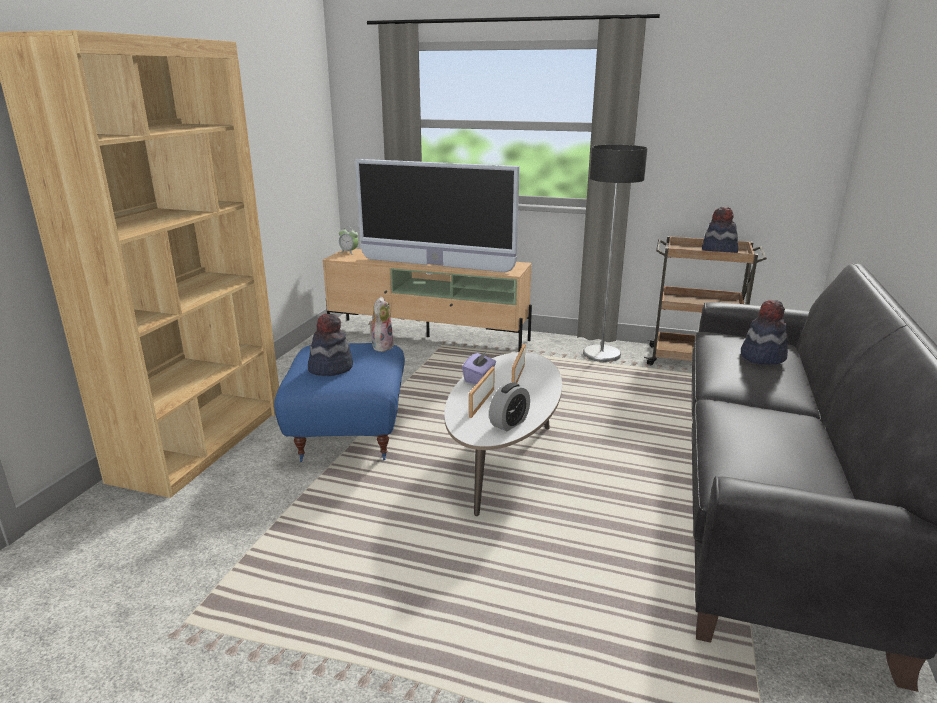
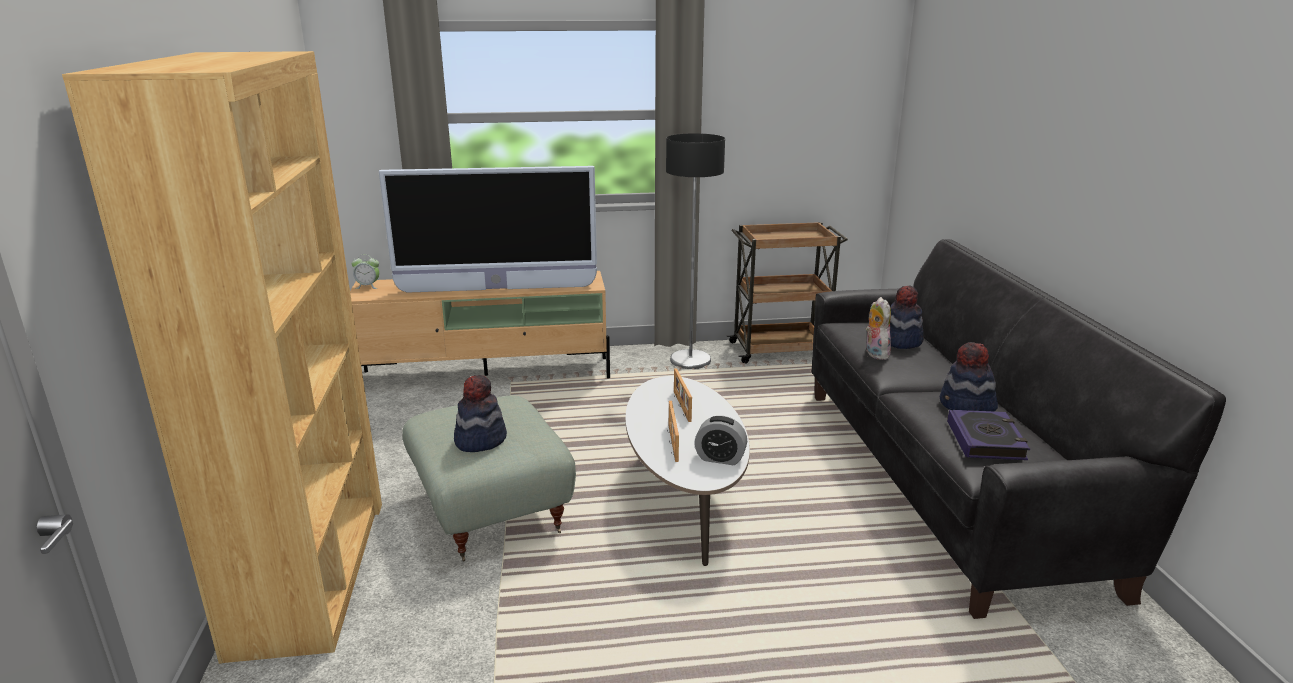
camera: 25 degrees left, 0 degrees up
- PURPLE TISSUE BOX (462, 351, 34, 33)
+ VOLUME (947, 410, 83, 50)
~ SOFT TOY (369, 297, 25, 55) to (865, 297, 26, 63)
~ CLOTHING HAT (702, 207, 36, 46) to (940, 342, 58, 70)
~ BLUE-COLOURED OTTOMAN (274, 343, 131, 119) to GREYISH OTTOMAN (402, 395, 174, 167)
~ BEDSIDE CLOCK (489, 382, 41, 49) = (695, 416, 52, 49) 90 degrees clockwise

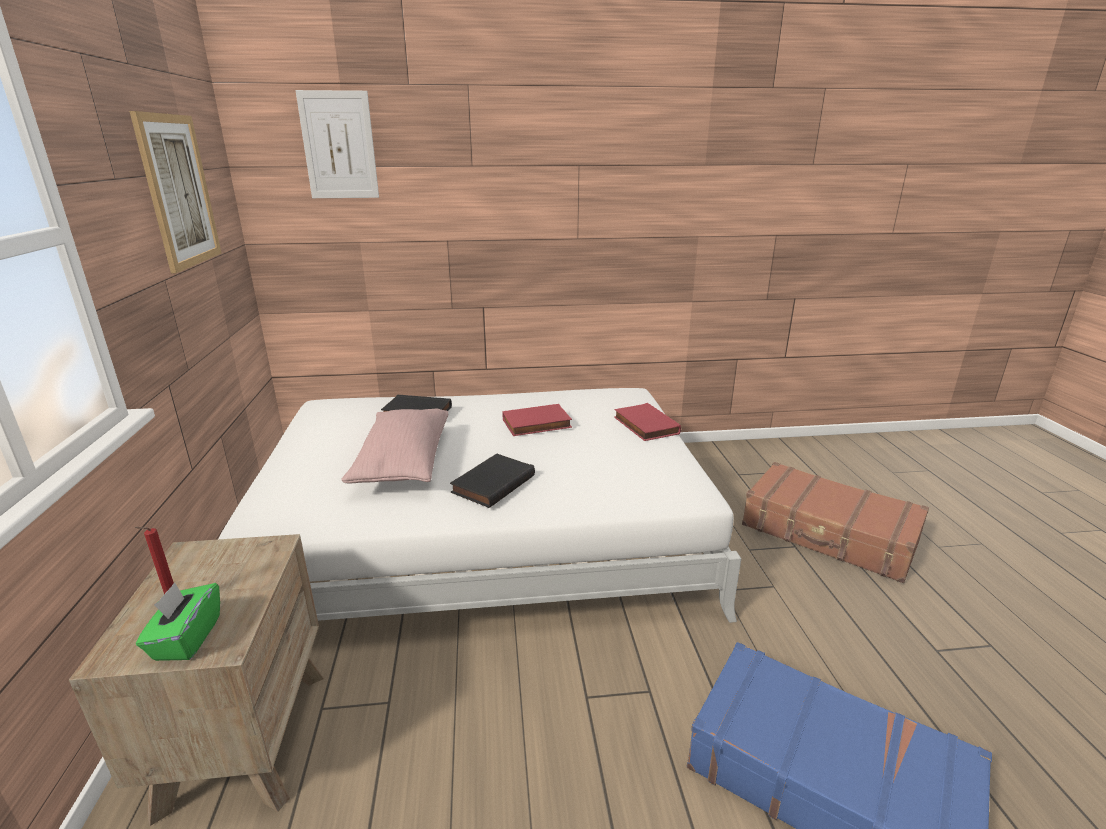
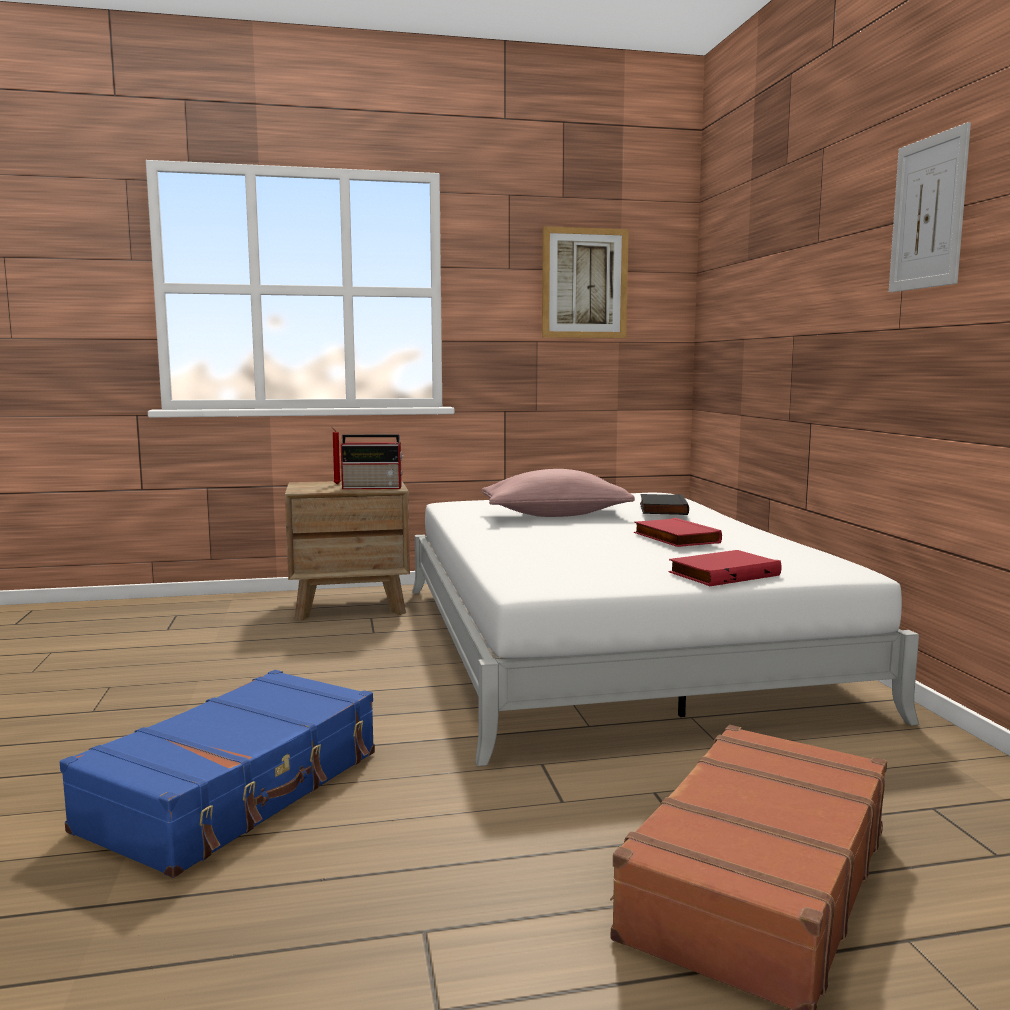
camera: 85 degrees right, 15 degrees down
- GREEN-COLOURED TISSUE BOX (136, 582, 84, 79)
- BLACK-COLOURED VOLUME (450, 454, 85, 54)
+ RADIO RECEIVER (341, 434, 63, 55)
~ PICTURE (295, 90, 84, 108) to (889, 122, 82, 170)

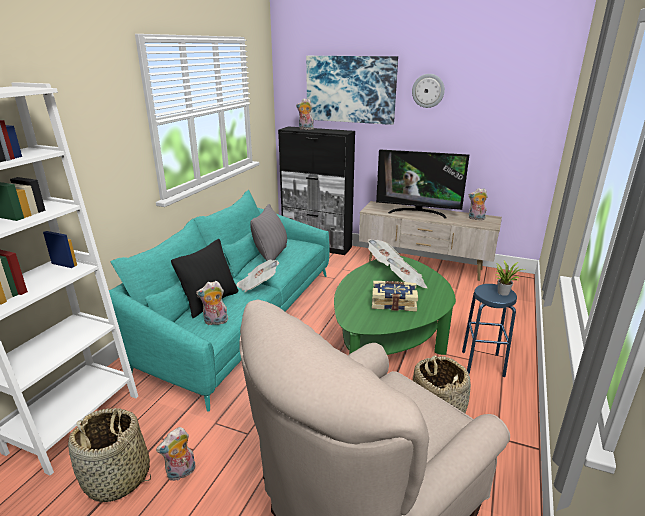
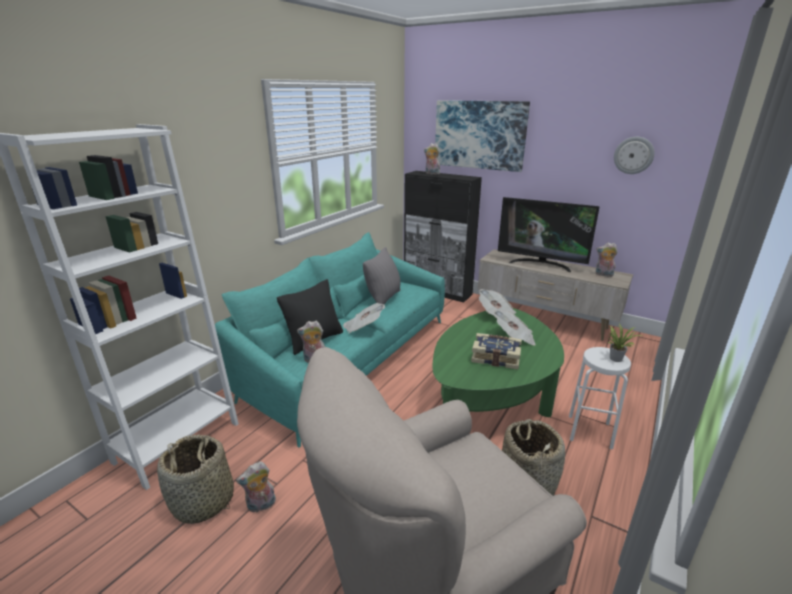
camera: 10 degrees right, 0 degrees up
~ HANGING CLOCK (412, 74, 33, 34) to (614, 137, 41, 37)
~ BLUE-COLOURED STOOL SEAT (462, 284, 55, 93) to WHITE STOOL SEAT (569, 347, 62, 103)

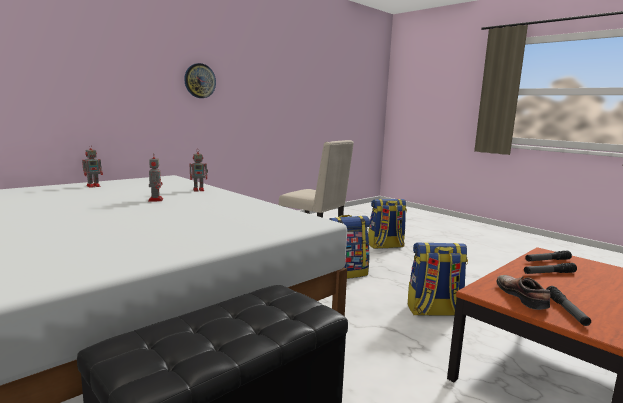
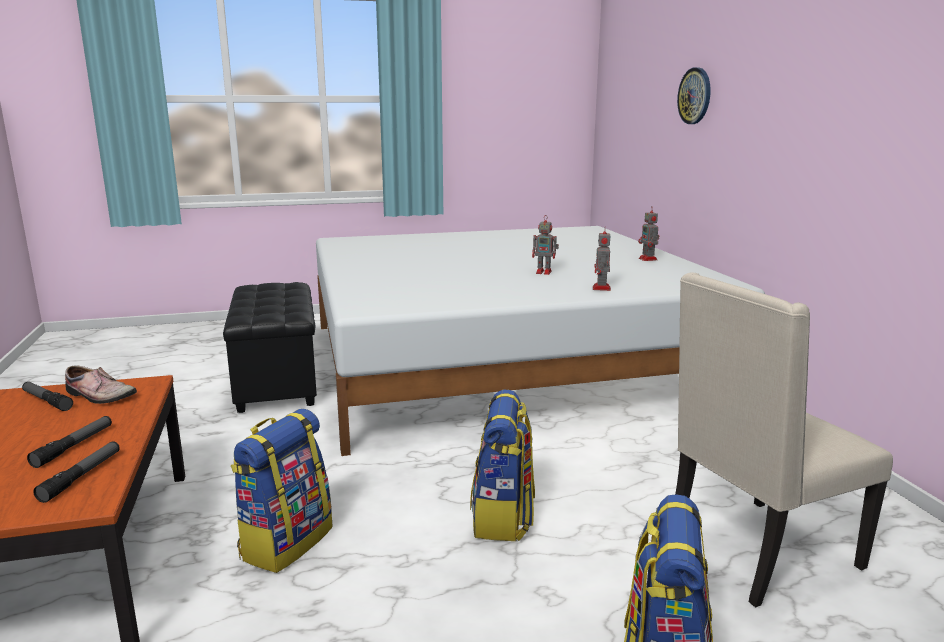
camera: 120 degrees right, 5 degrees up
~ HANGING CLOCK (184, 63, 32, 35) to (677, 67, 34, 57)

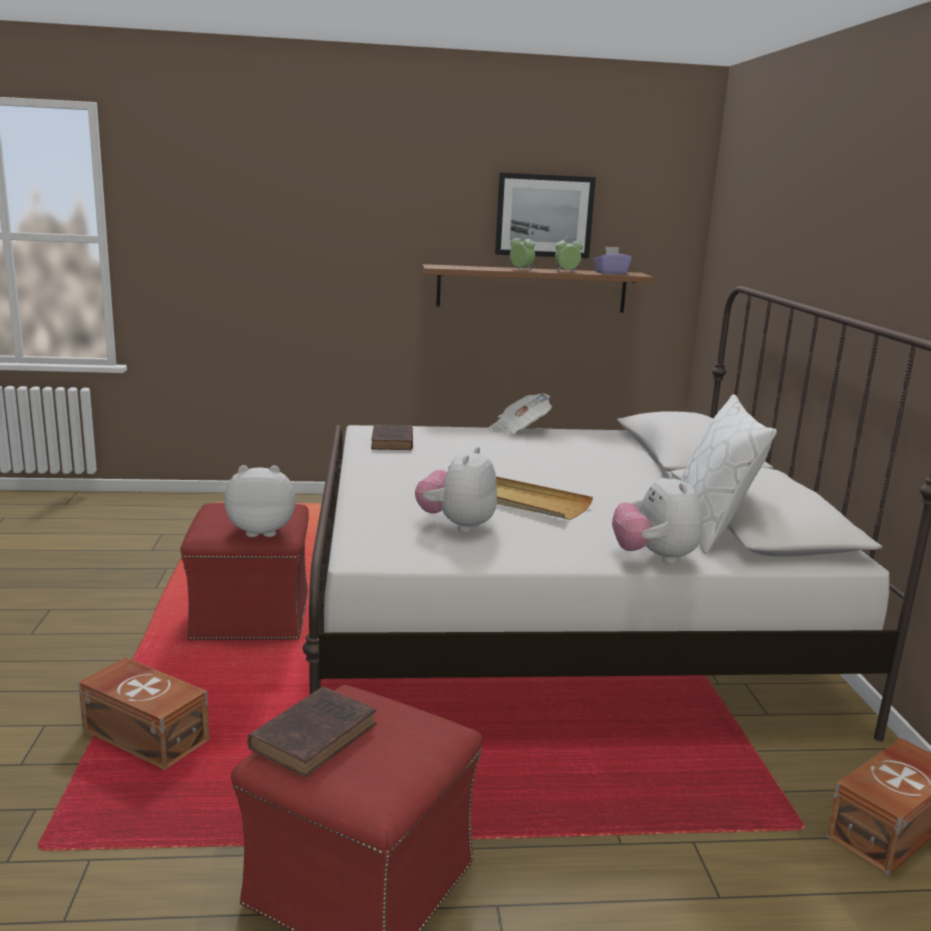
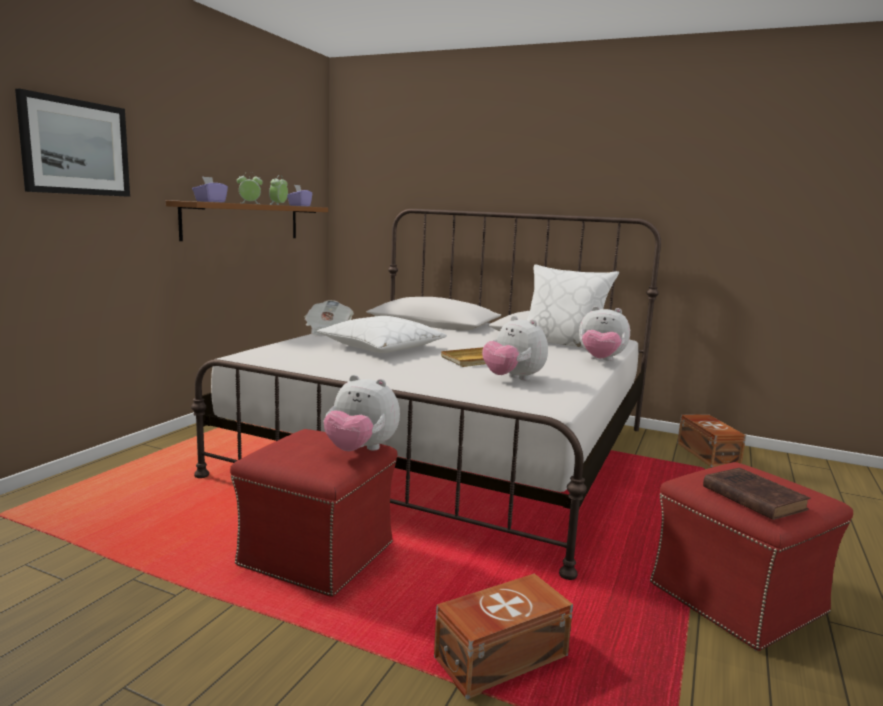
camera: 60 degrees left, 5 degrees down
- BROWN VOLUME (371, 424, 42, 26)
+ PURPLE TISSUE BOX (192, 176, 36, 26)
+ WHITE THROW PILLOW (317, 316, 130, 37)
~ PICTURE (495, 173, 101, 85) to (15, 88, 115, 109)
~ SOFT TOY (224, 465, 72, 72) = (324, 375, 76, 76) 90 degrees counterclockwise

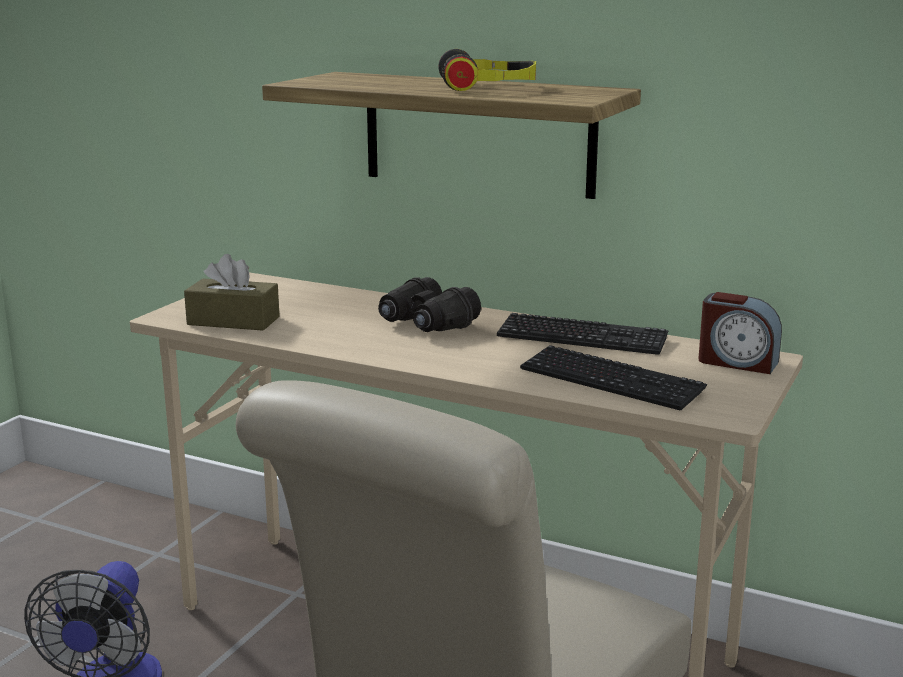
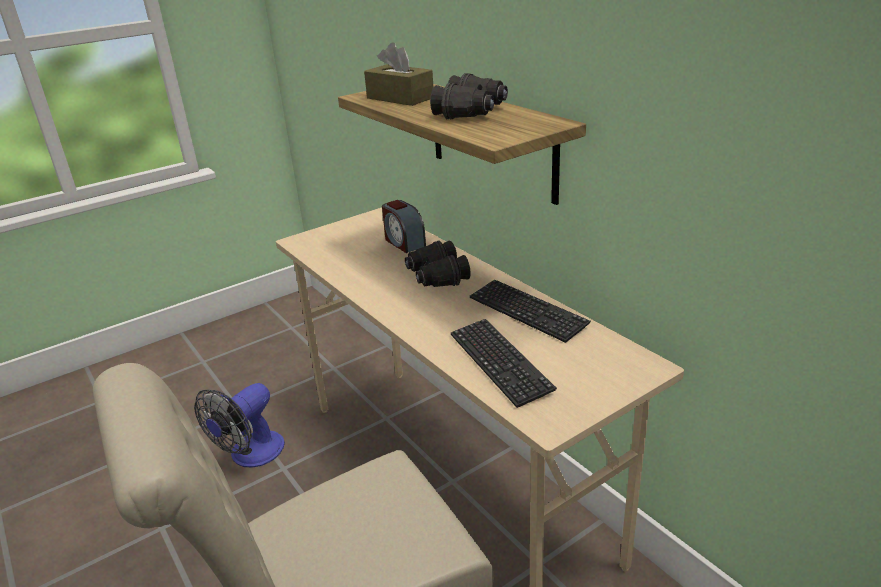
camera: 30 degrees right, 10 degrees up
~ BROWN TISSUE BOX (184, 254, 96, 77) to (364, 42, 69, 64)
~ BEDSIDE CLOCK (698, 292, 84, 82) to (382, 200, 44, 53)
~ HEADSET (438, 49, 98, 42) to BLACK-COLOURED BINOCULARS (430, 73, 78, 46)

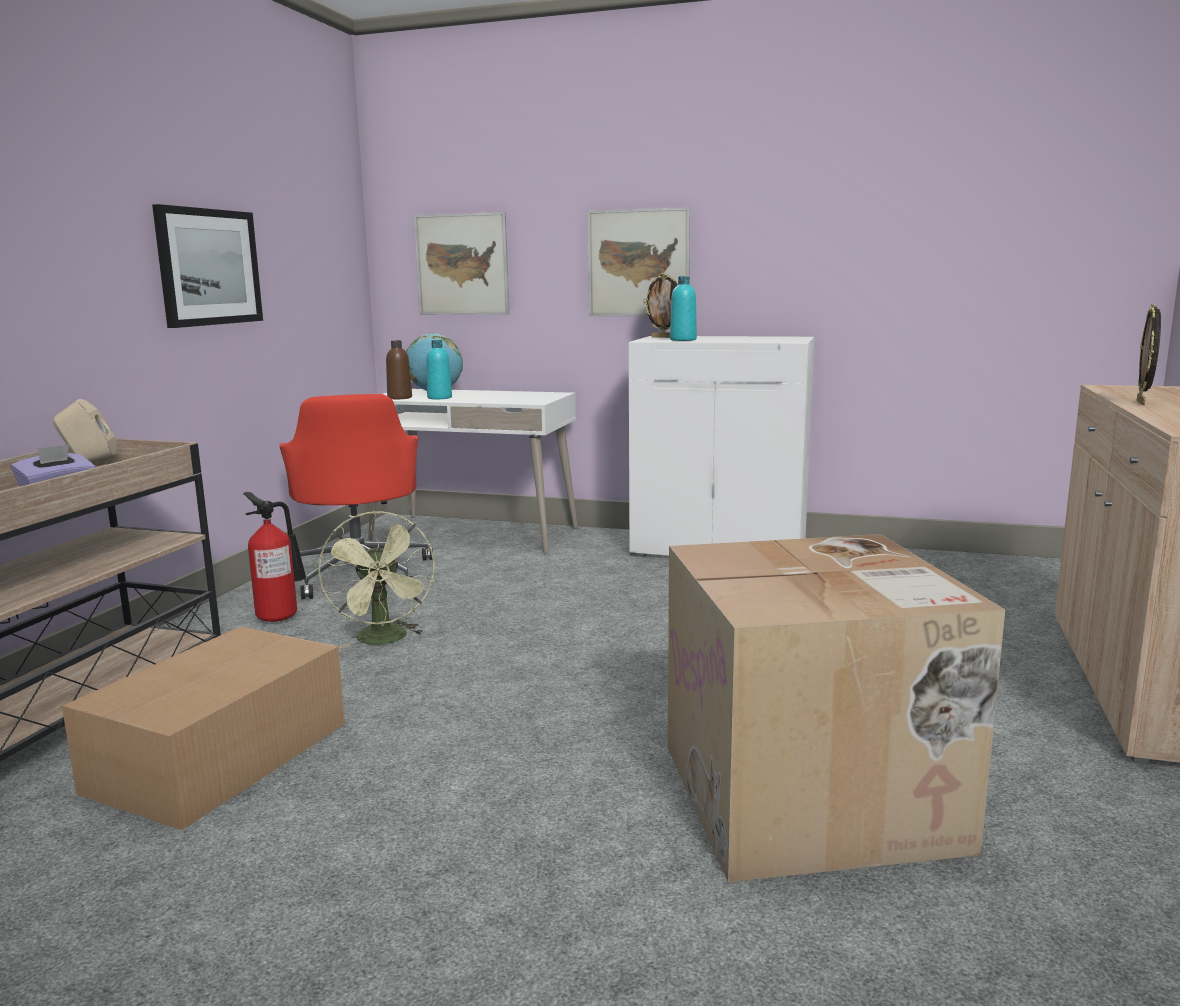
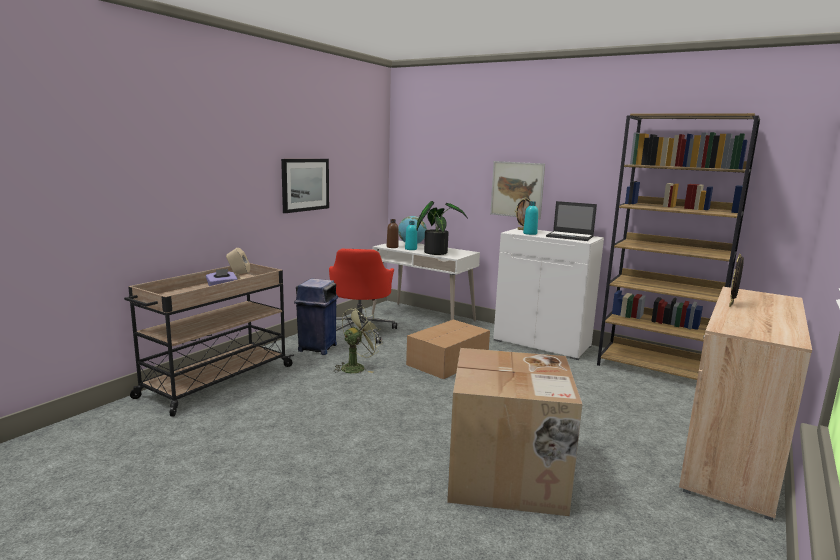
camera: 15 degrees right, 0 degrees up
- PICTURE (414, 212, 96, 103)
+ HOUSEPLANT (417, 201, 51, 54)
+ PORTABLE COMPUTER (546, 201, 51, 40)
+ BROWN BOOKCASE (597, 113, 163, 267)
~ CARTON (62, 626, 283, 204) to (406, 320, 84, 59)
~ EXTINGUISHER (243, 492, 64, 130) to BLUE-COLOURED WASTE BIN (294, 278, 44, 77)
~ GREEN-COLOURED COOLING FAN (318, 511, 117, 137) = (334, 307, 49, 66) 135 degrees counterclockwise

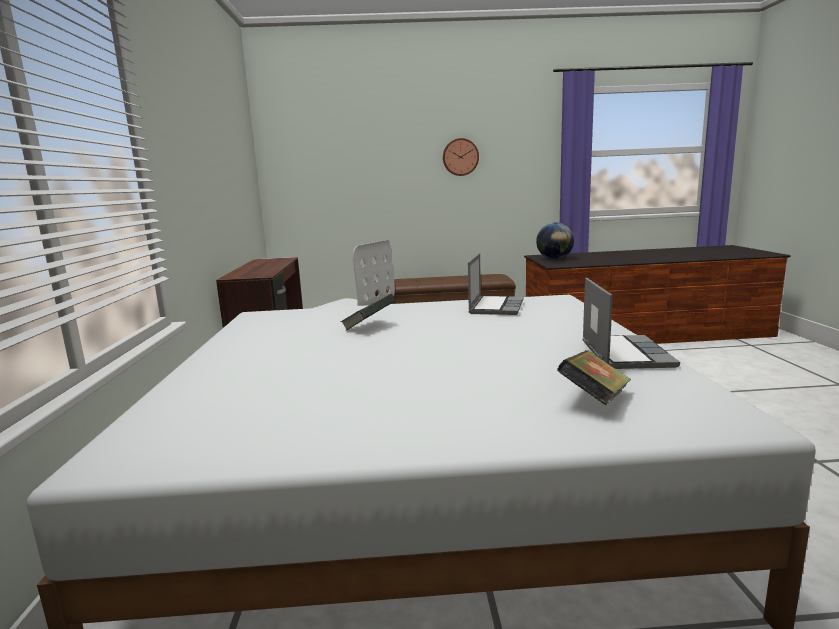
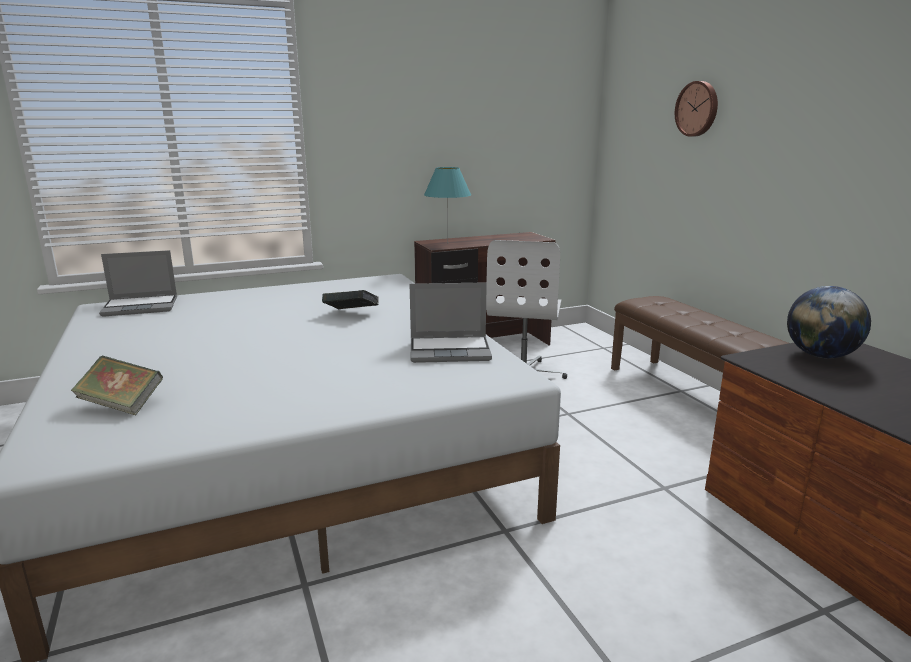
camera: 70 degrees right, 5 degrees up
+ TURQUOISE TABLETOP LAMP (424, 167, 47, 70)
~ HANGING CLOCK (443, 138, 36, 38) to (675, 81, 43, 56)
~ PORTABLE COMPUTER (582, 278, 98, 91) to (99, 250, 78, 67)

